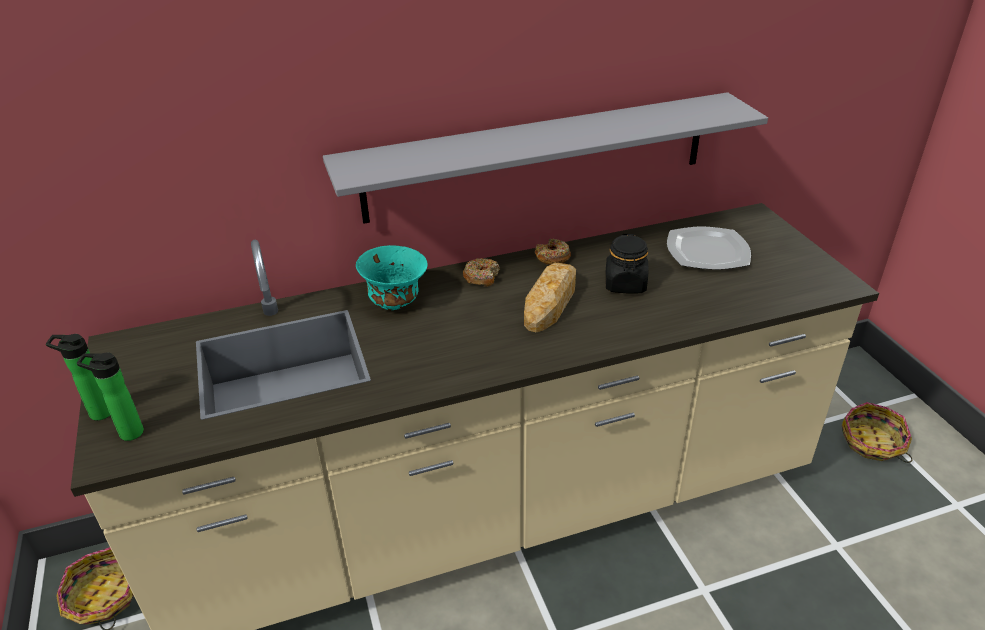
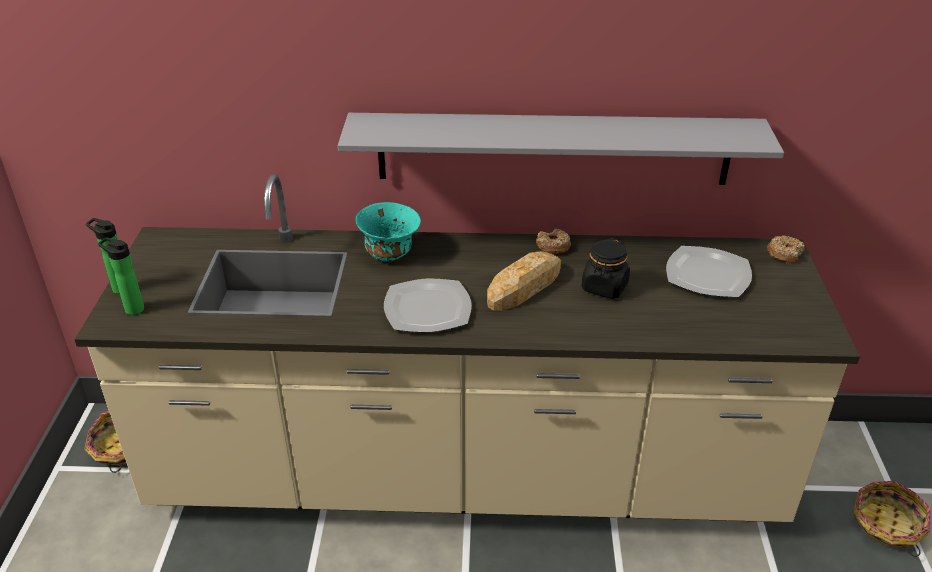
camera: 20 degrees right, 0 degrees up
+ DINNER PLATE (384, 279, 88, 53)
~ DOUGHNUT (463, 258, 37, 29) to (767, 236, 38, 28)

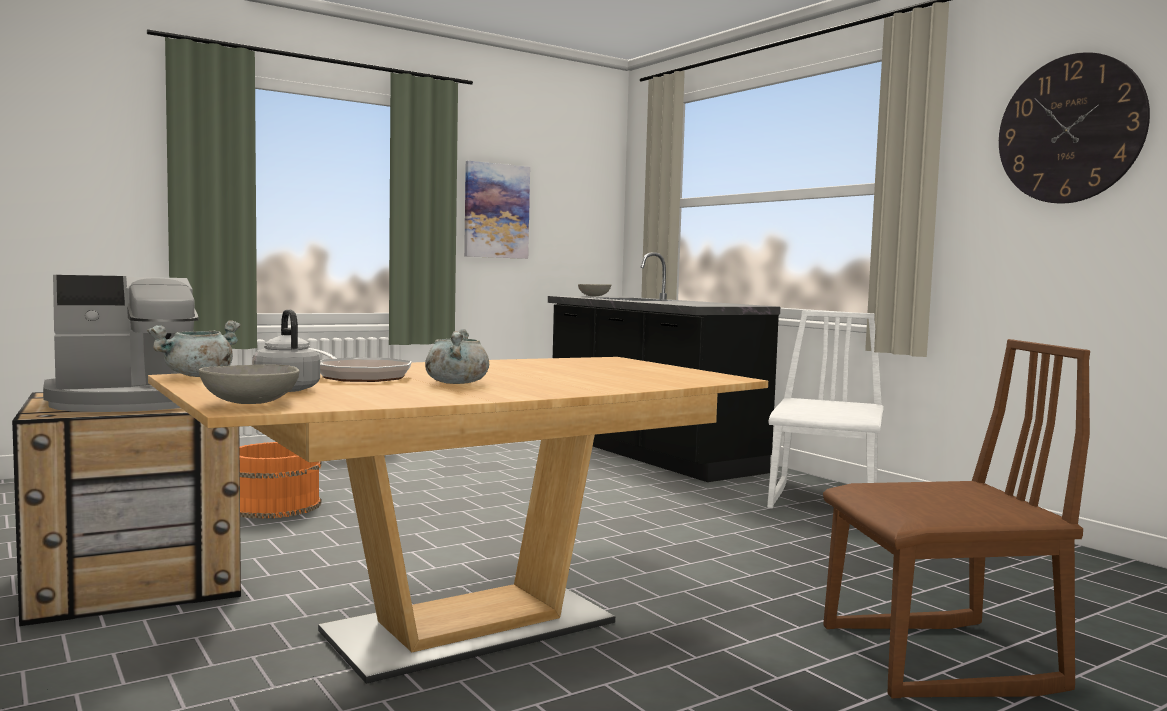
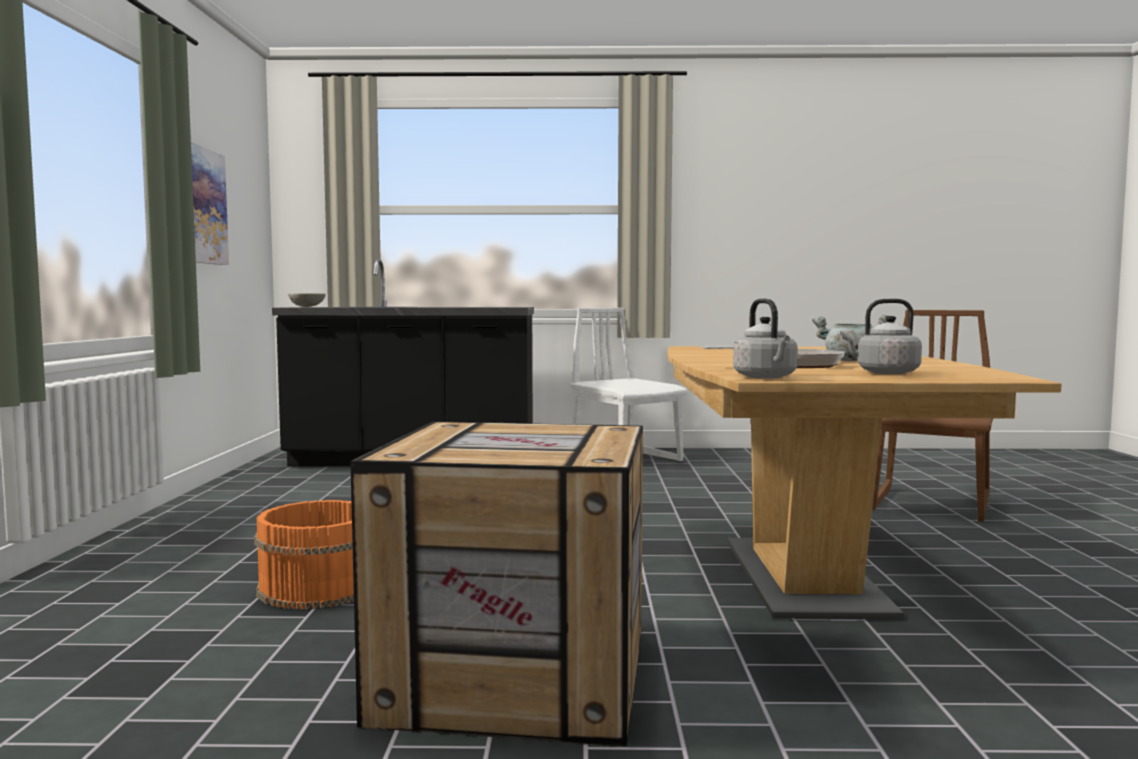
camera: 55 degrees left, 0 degrees up
- COFFEE MAKER (43, 275, 156, 137)
- GREYISH DEEP DISH (198, 364, 102, 40)
- HANGING CLOCK (999, 52, 151, 152)
~ GREYISH COOKING POT (147, 320, 94, 57) to GREYISH TEA KETTLE (733, 298, 65, 81)

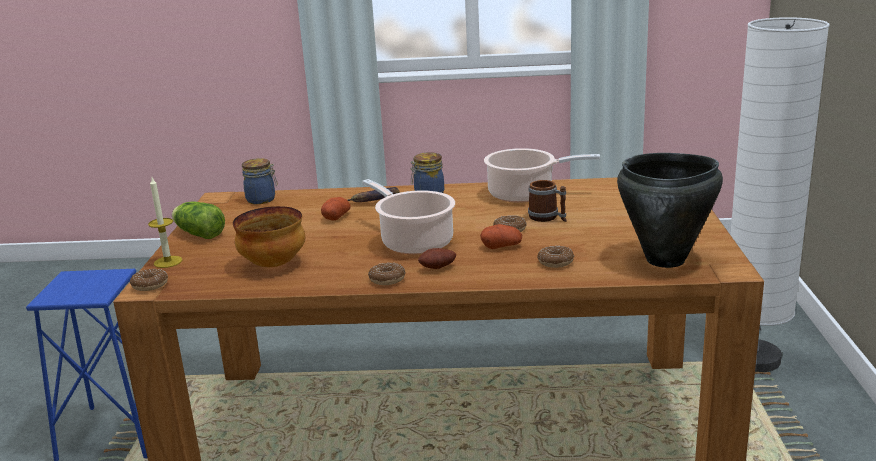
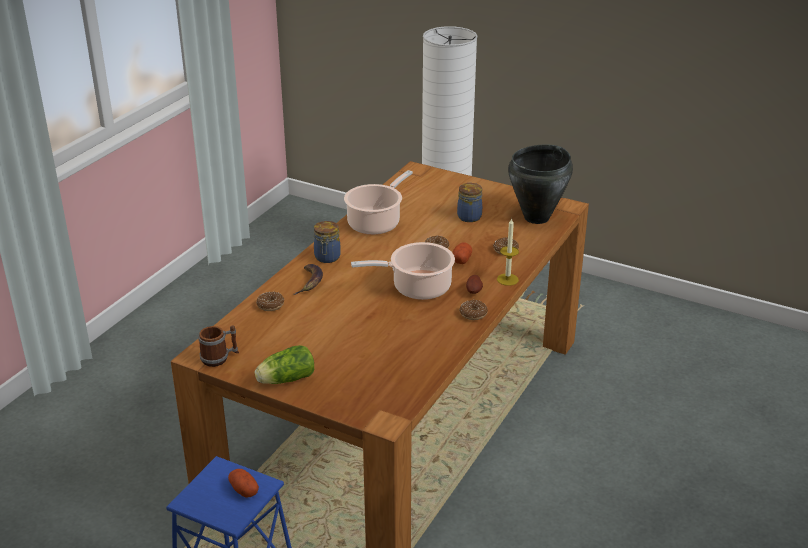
camera: 65 degrees left, 10 degrees up
- DEEP DISH (233, 206, 72, 61)
~ DOUGHNUT (130, 269, 38, 22) to (256, 292, 28, 19)
~ CANDLE (148, 178, 34, 90) to (497, 218, 22, 68)
~ STORAGE JAR (242, 158, 36, 46) to (457, 183, 25, 39)
~ SPUD (321, 197, 30, 23) to (228, 469, 31, 29)
~ MUG (528, 180, 39, 42) to (198, 325, 41, 42)

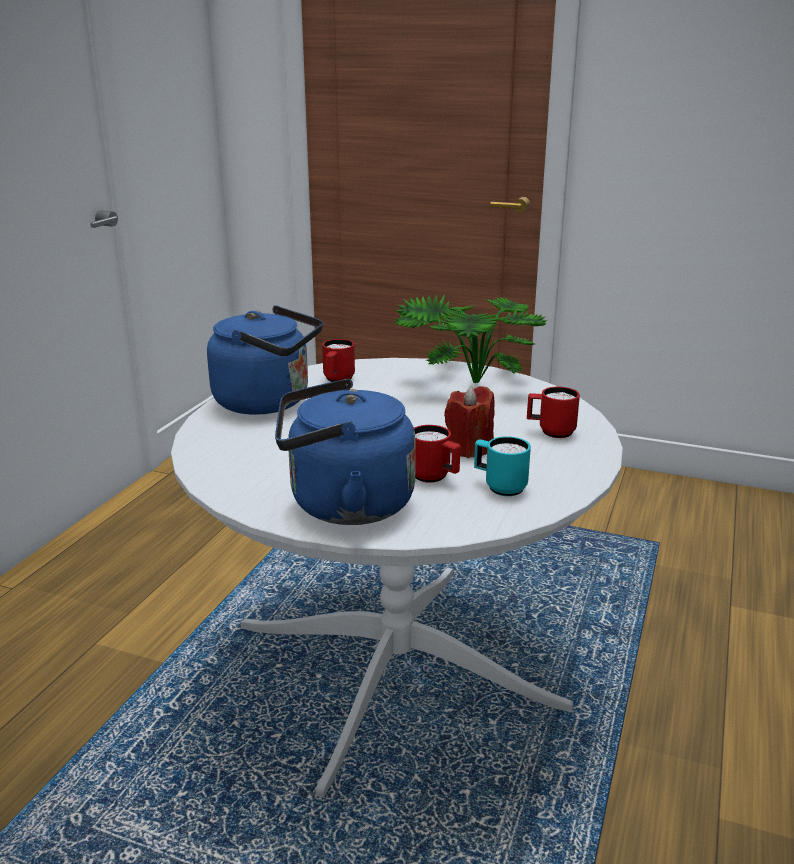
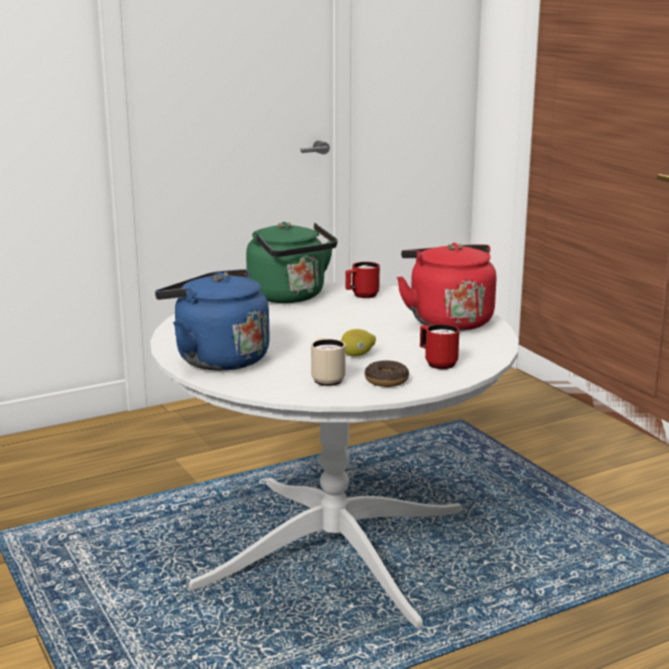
camera: 40 degrees right, 5 degrees down
- REDDISH MUG (414, 425, 47, 58)
+ DOUGHNUT (365, 360, 44, 27)
~ HOUSEPLANT (394, 294, 154, 89) to REDDISH TEA KETTLE (397, 243, 99, 88)
~ REDDISH CANDLE (444, 386, 51, 72) to CITRUS FRUIT (340, 329, 36, 28)
~ BLUE-COLOURED TEA KETTLE (207, 305, 116, 110) to GREEN-COLOURED TEA KETTLE (246, 222, 91, 81)
~ TURQUOISE MUG (474, 436, 57, 60) to BEIGE MUG (311, 338, 35, 48)

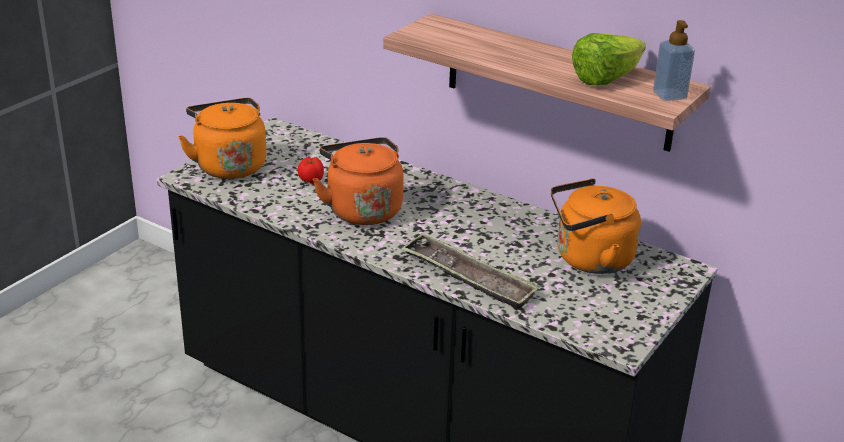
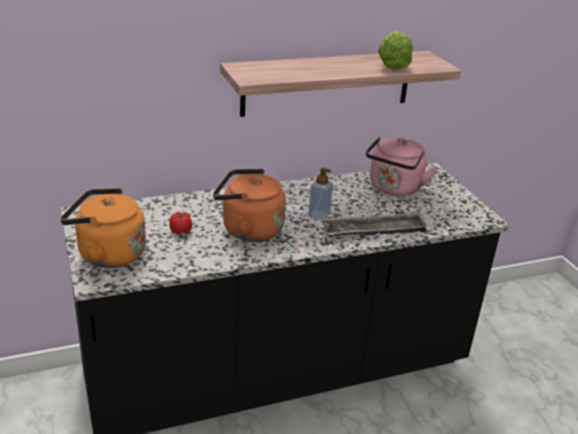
camera: 55 degrees left, 0 degrees up
~ SOAP DISPENSER (653, 20, 42, 81) to (308, 168, 25, 52)
~ ORANGE-COLOURED TEA KETTLE (551, 178, 90, 96) to PINK-COLOURED TEA KETTLE (366, 137, 71, 59)

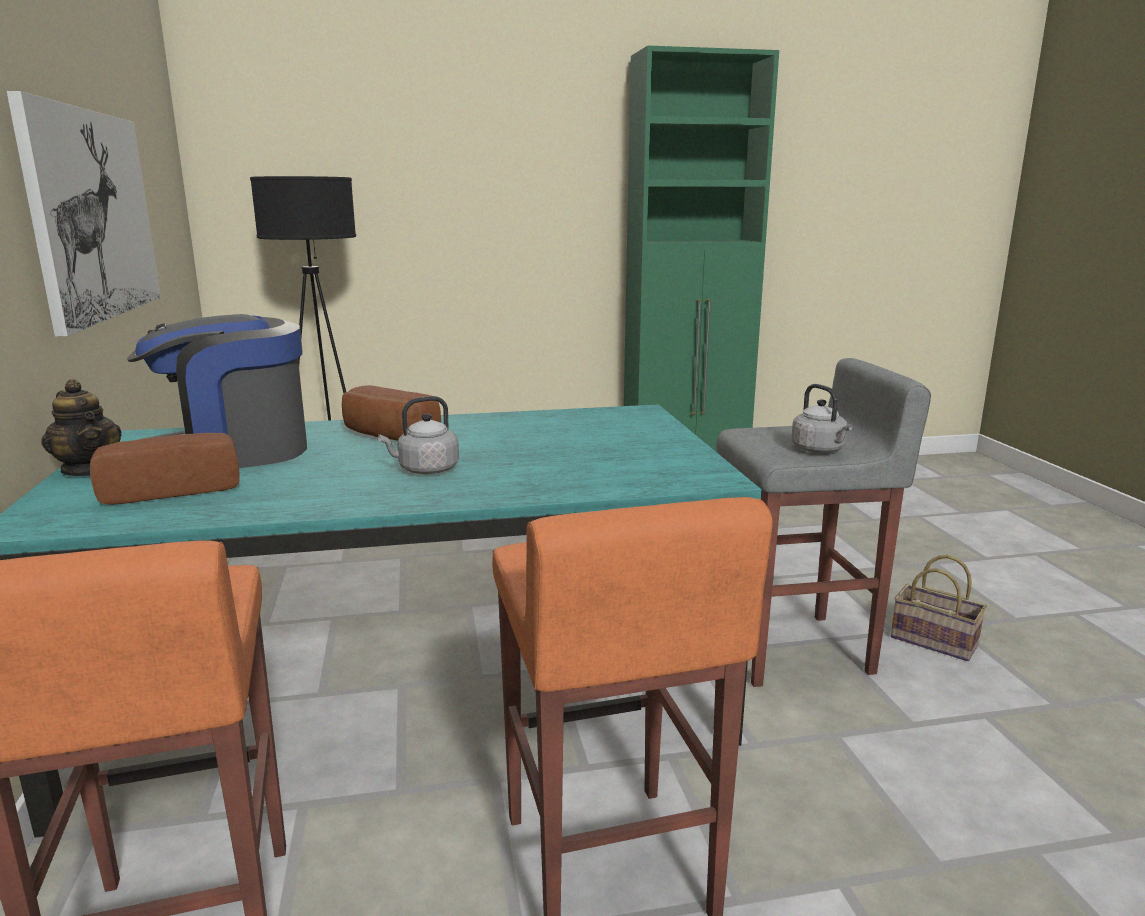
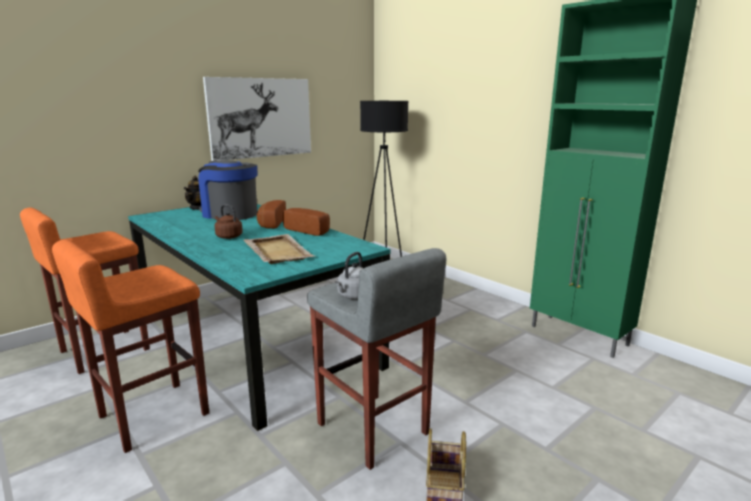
camera: 60 degrees right, 0 degrees up
+ BEIGE CARRYING TRAY (244, 234, 71, 30)
~ BAKERY BREAD (90, 433, 150, 72) to (283, 208, 47, 28)
~ GREYISH TEA KETTLE (378, 396, 81, 78) to BROWN TEA KETTLE (215, 205, 28, 34)

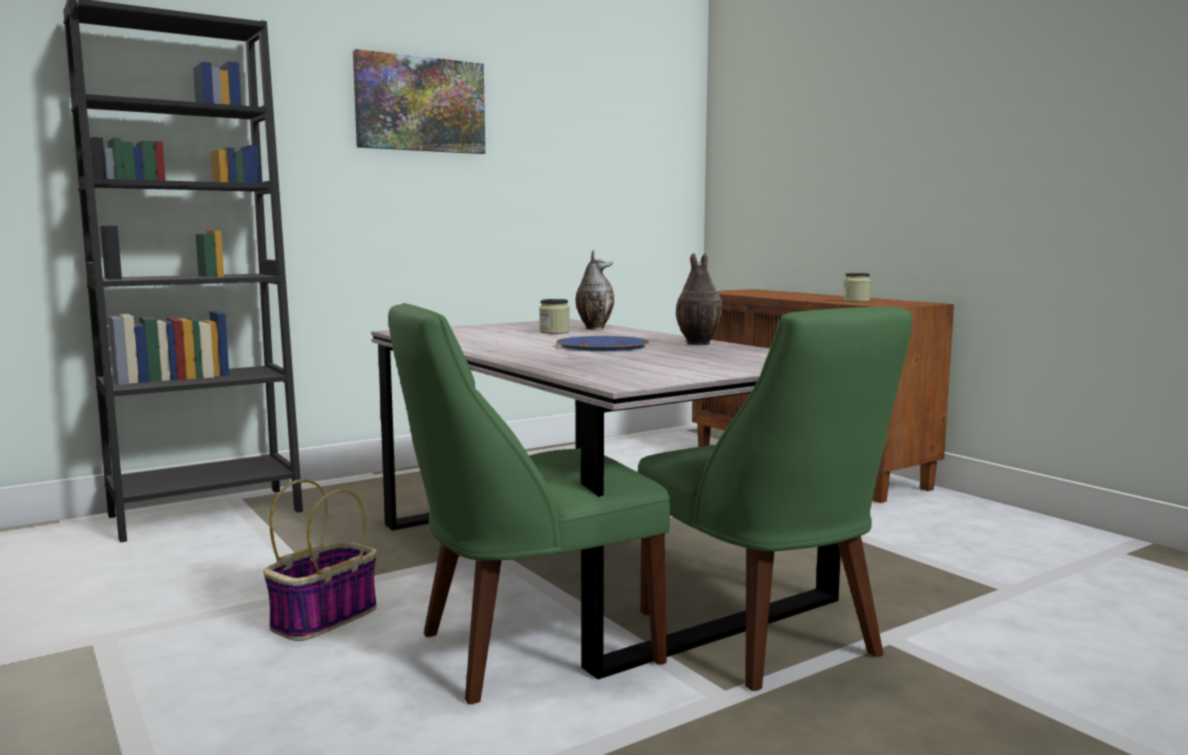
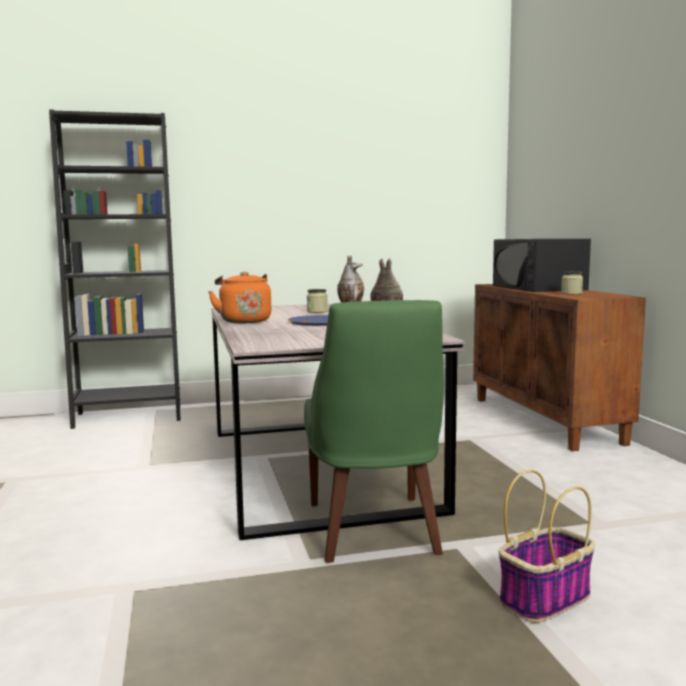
camera: 20 degrees right, 0 degrees up
- PICTURE (353, 49, 132, 105)
- GREEN-COLOURED PLAIN CHAIR (388, 303, 282, 401)
+ ORANGE-COLOURED TEA KETTLE (208, 271, 63, 52)
+ BLACK-COLOURED MICROWAVE (493, 239, 98, 53)
~ BASKET (263, 479, 114, 162) to (499, 470, 96, 153)

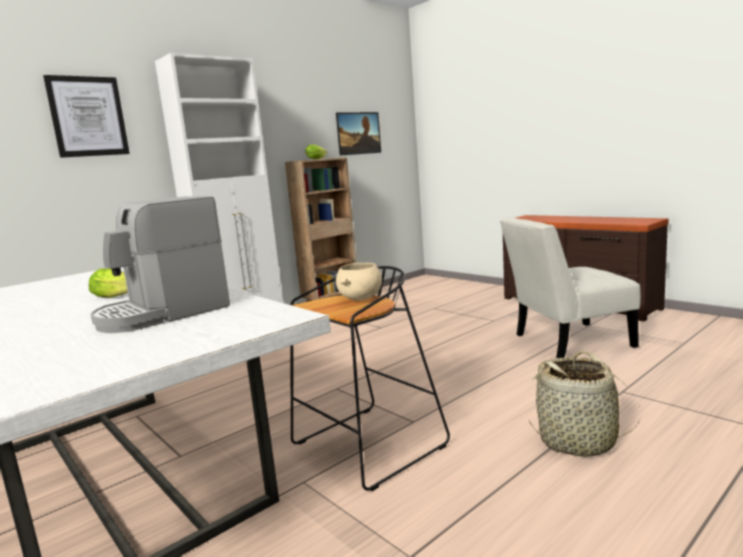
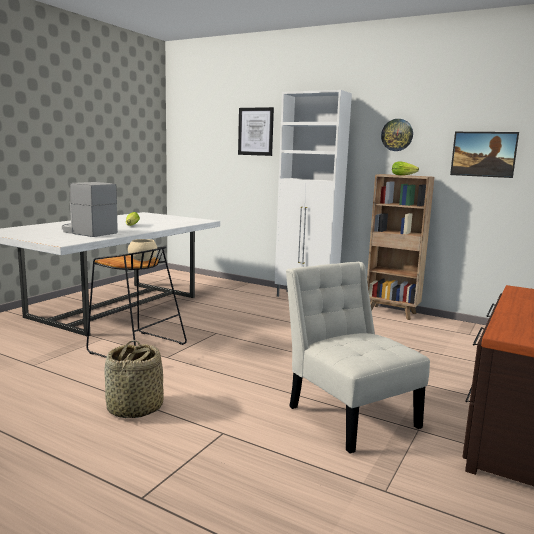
camera: 70 degrees right, 0 degrees up
+ HANGING CLOCK (381, 119, 32, 32)

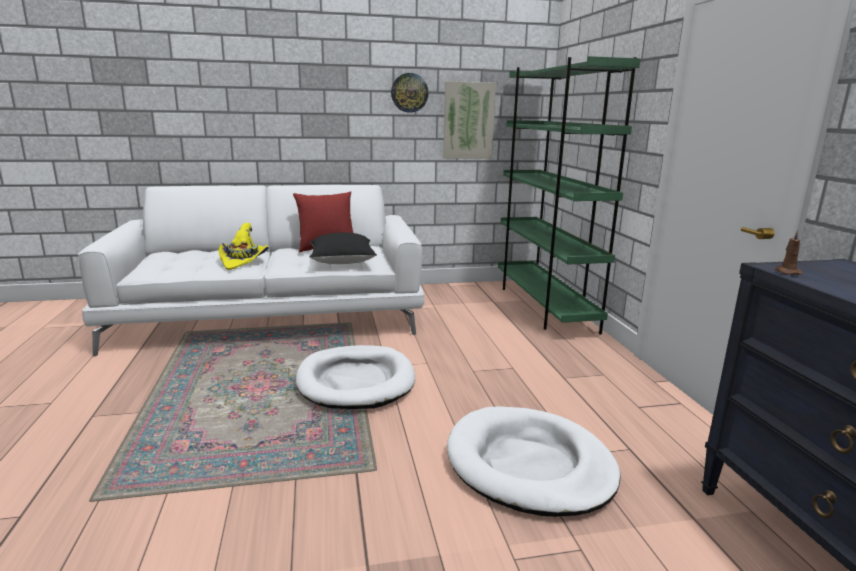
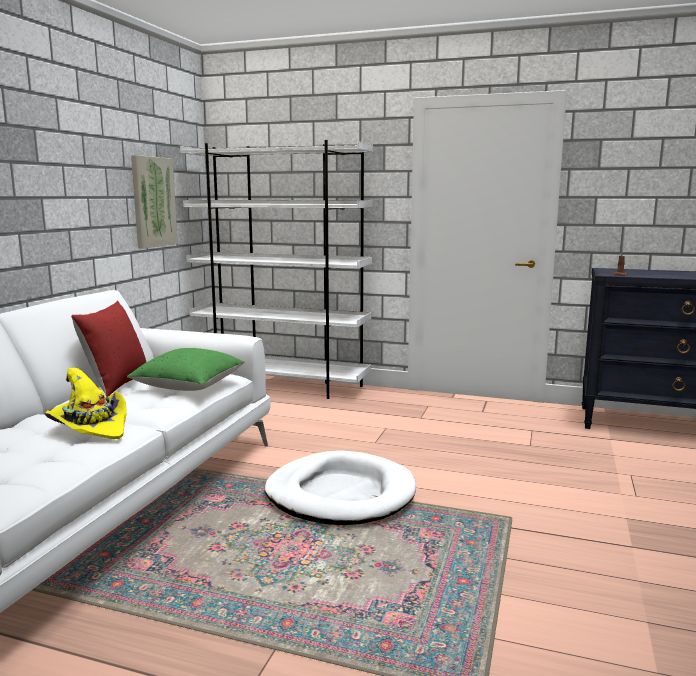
camera: 60 degrees left, 5 degrees down
- HANGING CLOCK (391, 73, 37, 40)
- WHITE DOG CUSHION (447, 406, 174, 111)
~ BLACK-COLOURED THROW PILLOW (309, 233, 68, 31) to GREEN-COLOURED THROW PILLOW (127, 348, 118, 43)
~ GREEN-COLOURED BOOKCASE (498, 56, 142, 279) to WHITE BOOKCASE (180, 140, 193, 259)

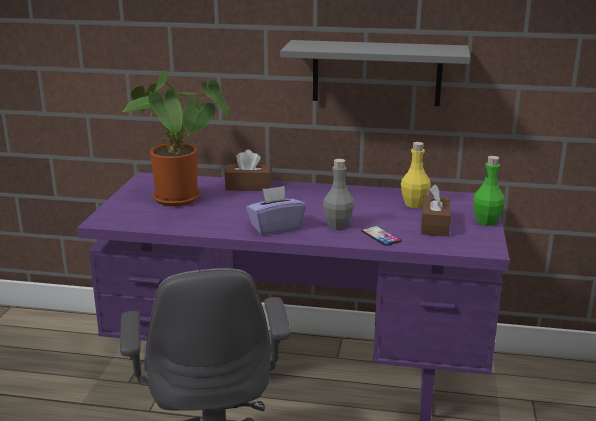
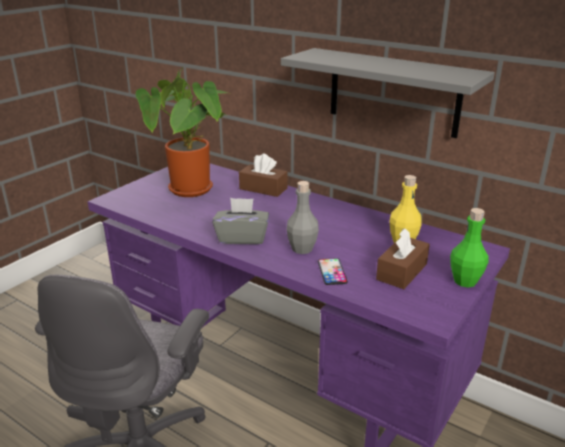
camera: 25 degrees right, 5 degrees up
~ PURPLE TISSUE BOX (246, 186, 60, 49) to GREYISH TISSUE BOX (212, 198, 57, 46)

